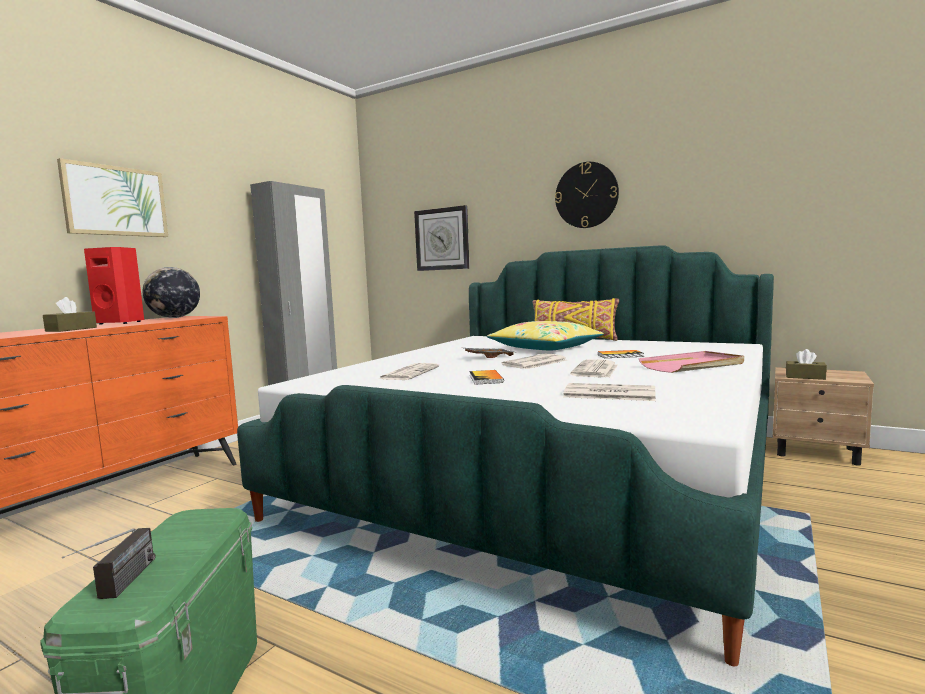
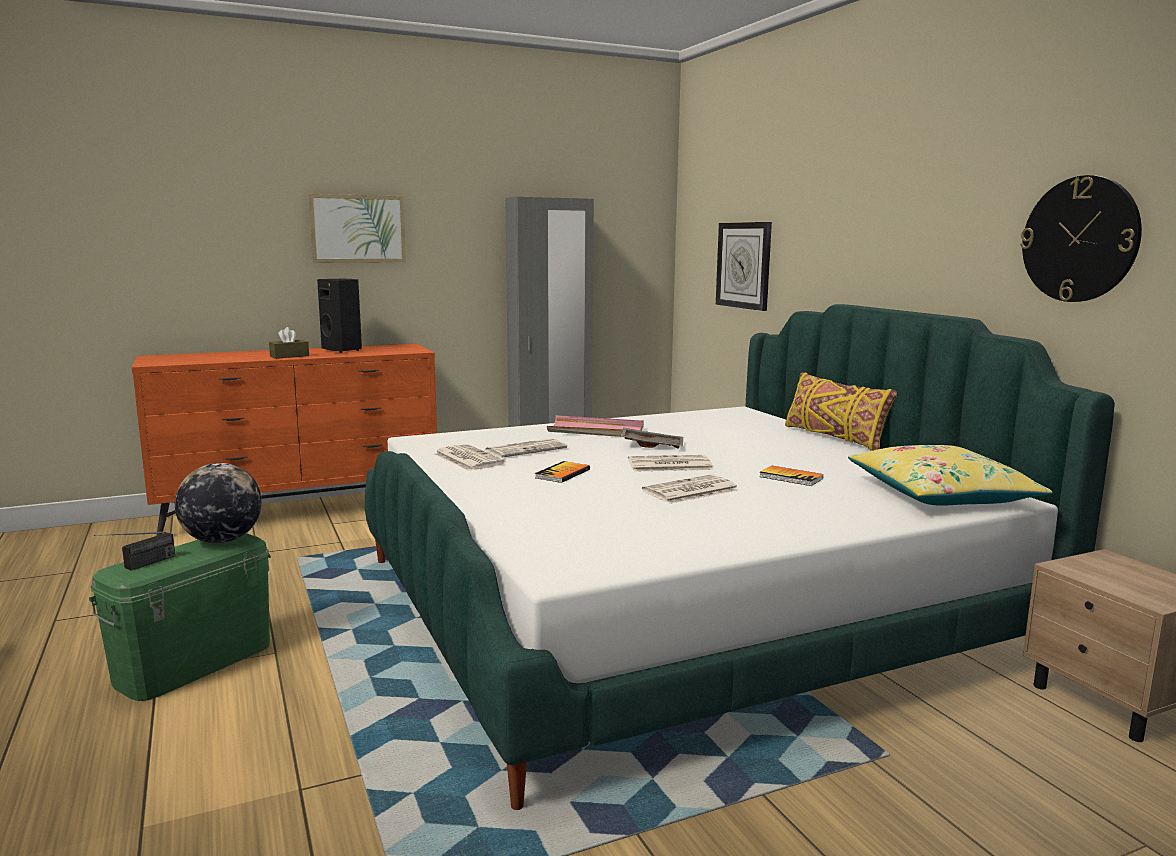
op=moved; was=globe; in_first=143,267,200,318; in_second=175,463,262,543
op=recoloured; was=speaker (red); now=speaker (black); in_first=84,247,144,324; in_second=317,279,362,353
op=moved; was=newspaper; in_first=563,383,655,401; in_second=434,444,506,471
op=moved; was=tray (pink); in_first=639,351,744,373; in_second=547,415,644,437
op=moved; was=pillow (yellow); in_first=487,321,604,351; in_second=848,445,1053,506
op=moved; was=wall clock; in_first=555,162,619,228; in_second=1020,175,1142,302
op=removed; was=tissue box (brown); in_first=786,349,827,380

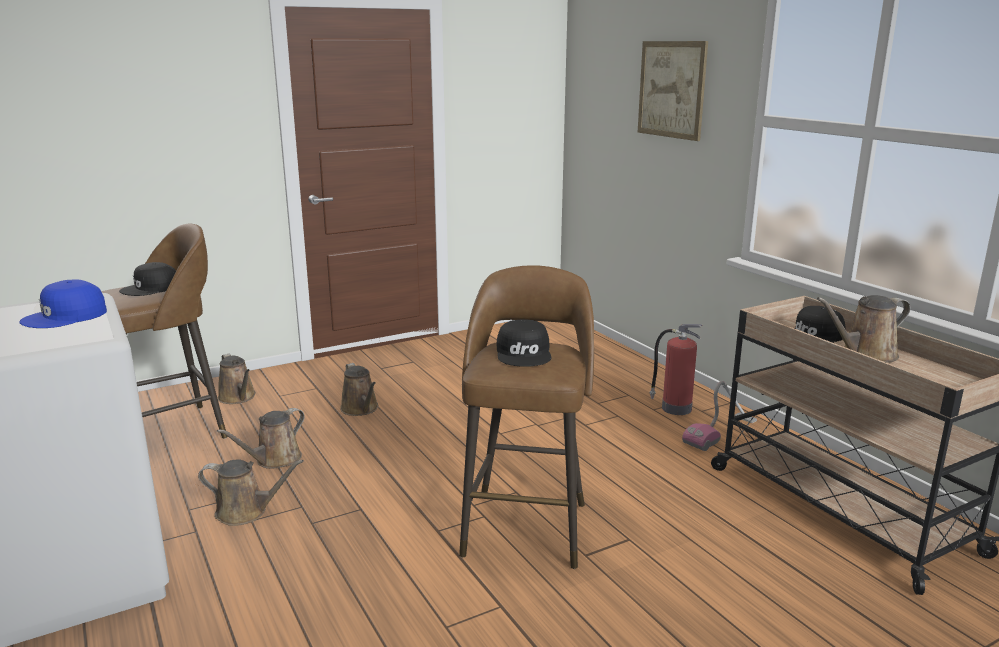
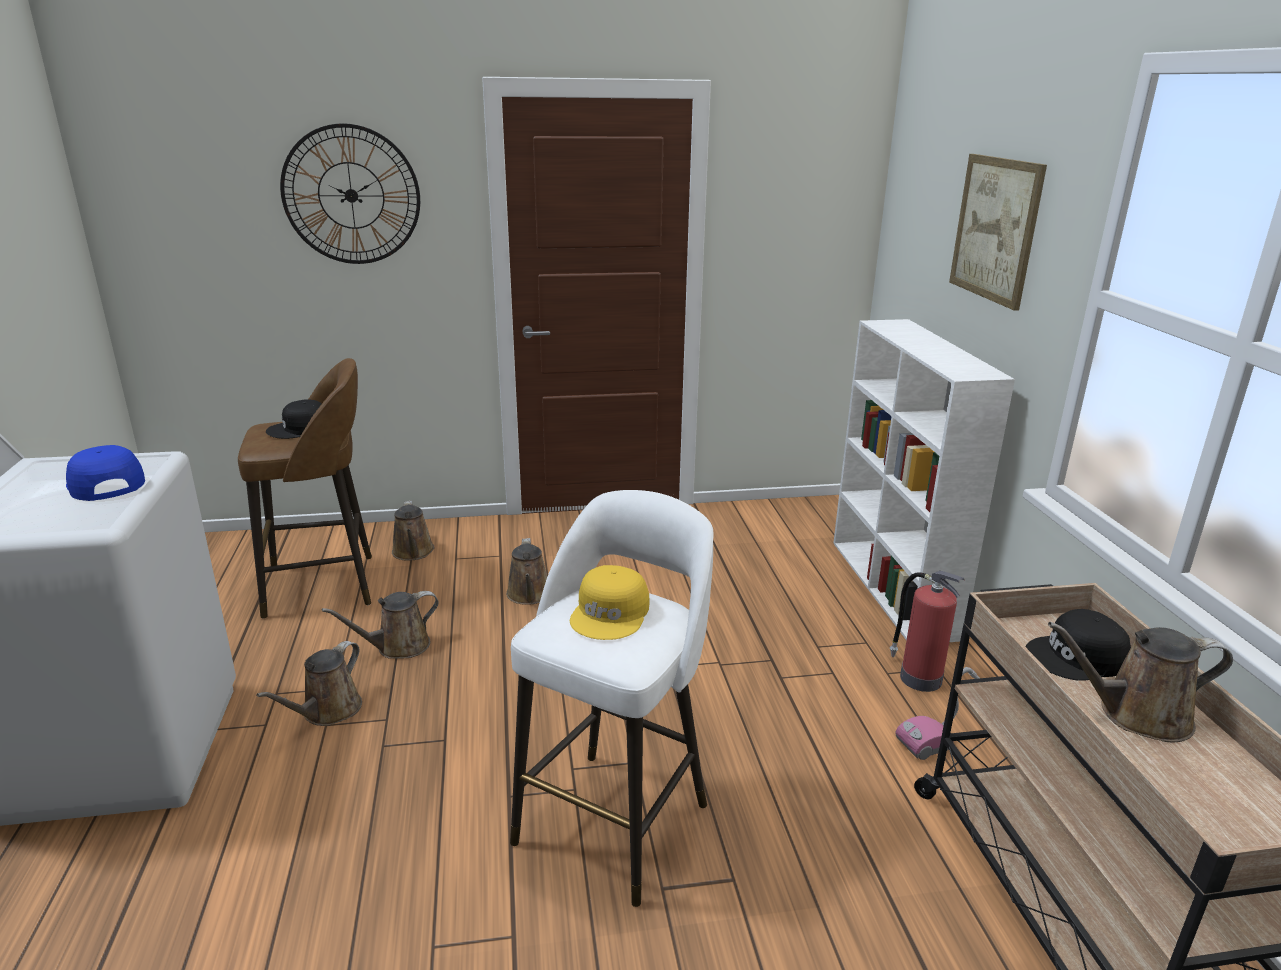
op=turned; was=cap (blue); in_first=20,280,107,328; in_second=66,445,145,501; clockwise=75
op=turned; was=watering can (brown); in_first=198,460,304,526; in_second=256,641,362,726; clockwise=90
op=added; now=wall clock; in_second=280,123,420,264
op=recoloured; was=stool (brown); now=stool (white); in_first=459,265,594,569; in_second=510,490,714,907
op=recoloured; was=cap (black); now=cap (yellow); in_first=497,319,551,367; in_second=570,565,649,640
op=added; now=bookcase (white); in_second=833,319,1015,642

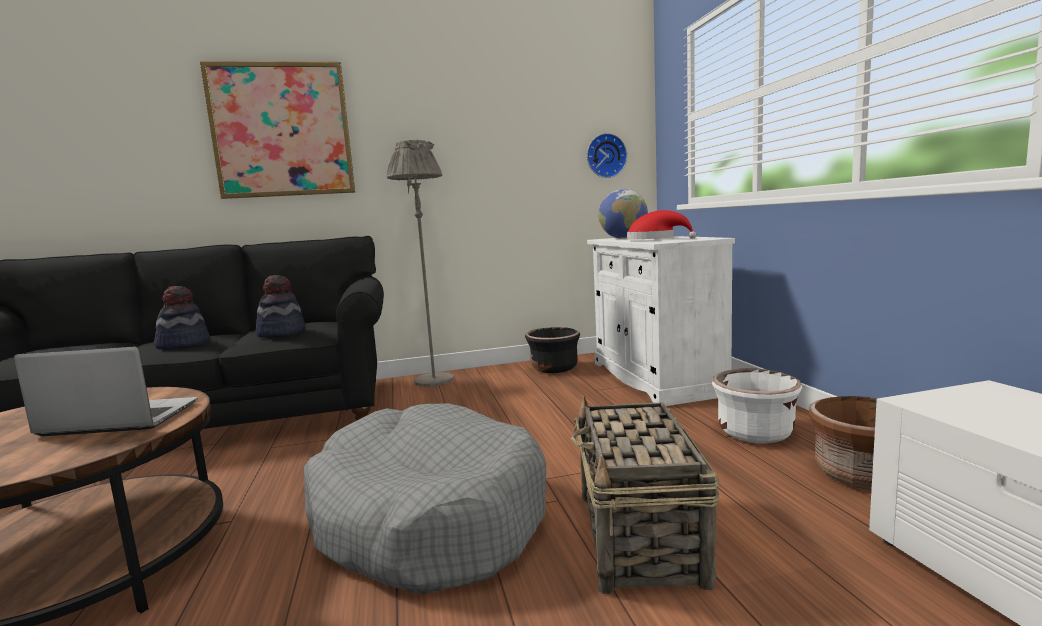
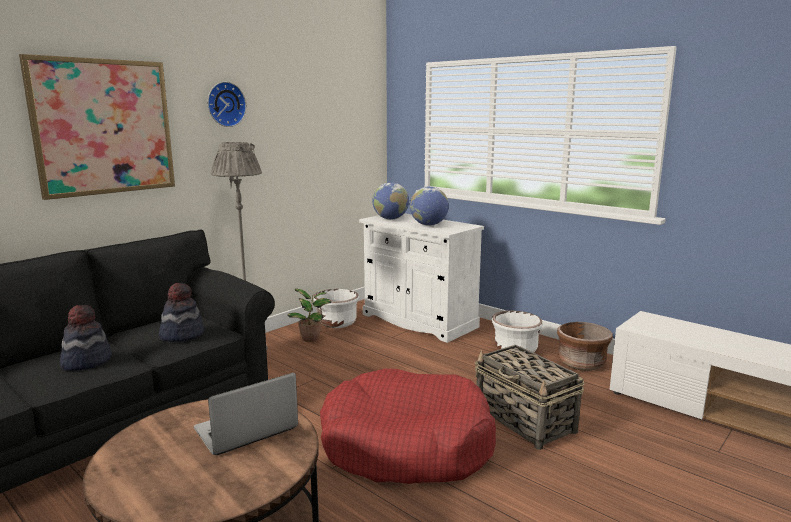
op=moved; was=wall clock; in_first=587,133,627,178; in_second=208,82,246,127
op=added; now=potted plant; in_second=287,289,331,342
op=recoloured; was=planter (black); now=planter (white); in_first=525,327,580,373; in_second=313,289,359,328
op=recoloured; was=dog bed (grey); now=dog bed (red); in_first=304,403,546,594; in_second=320,369,496,484
op=replaced; was=hat (red); now=globe; in_first=627,210,696,239; in_second=410,186,449,226

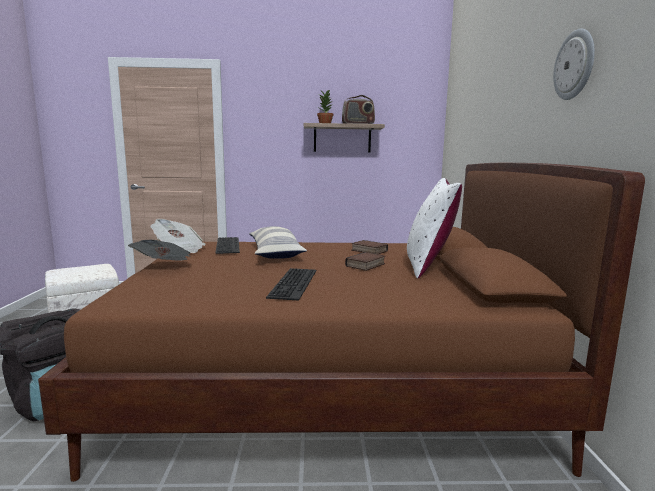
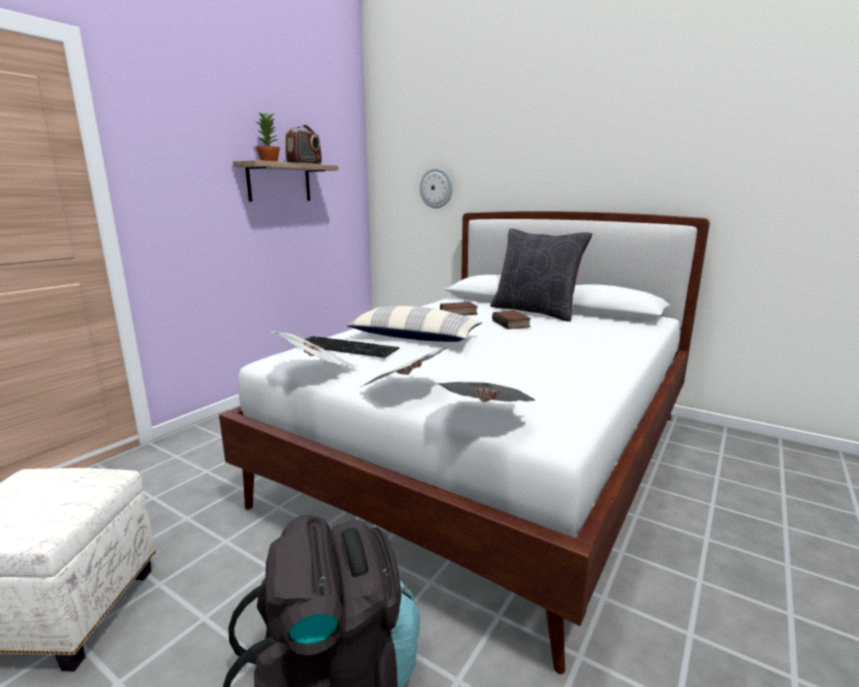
op=recoloured; was=bed (brown); now=bed (white); in_first=38,163,645,482; in_second=219,211,710,674
op=moved; was=wall clock; in_first=553,28,595,100; in_second=419,167,453,208
op=added; now=newspaper; in_second=436,382,535,402
op=recoloured; was=pillow (white); now=pillow (black); in_first=407,178,462,279; in_second=490,229,592,322
op=removed; was=keyboard; in_first=266,268,316,301

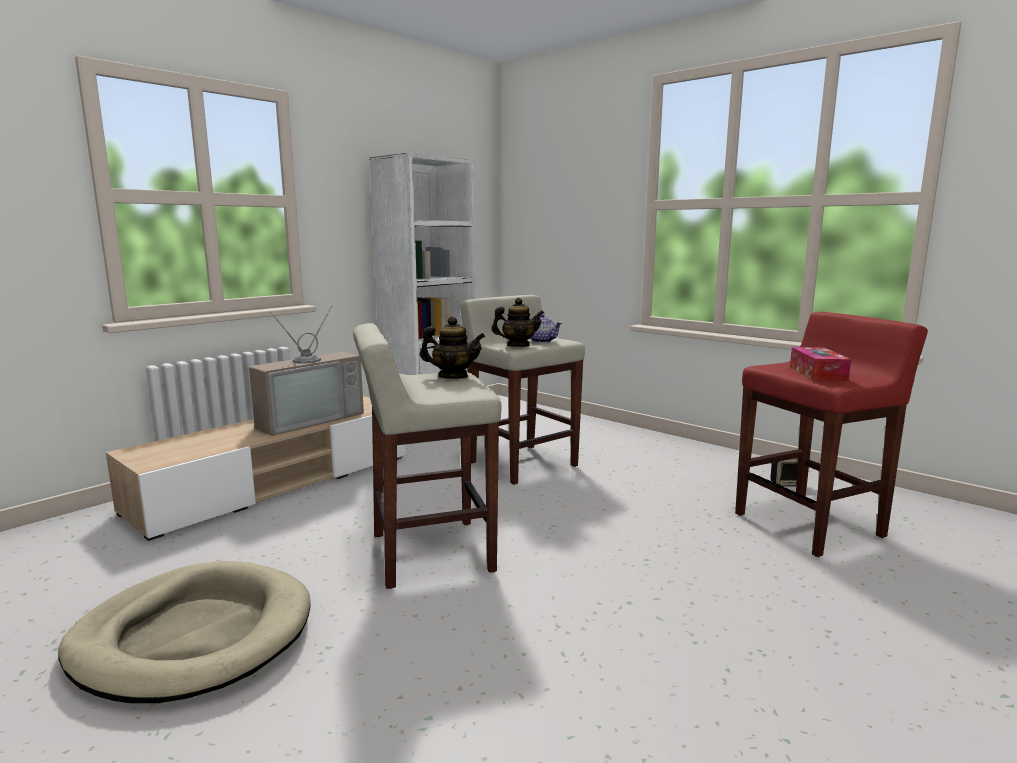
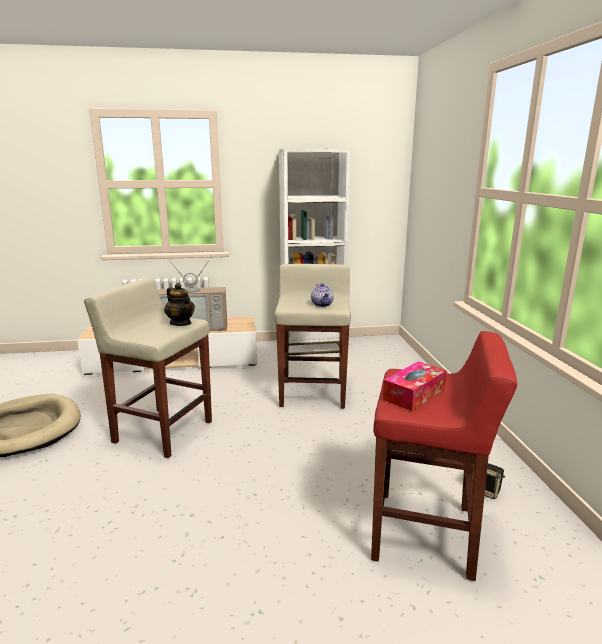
op=removed; was=teapot; in_first=491,298,544,347

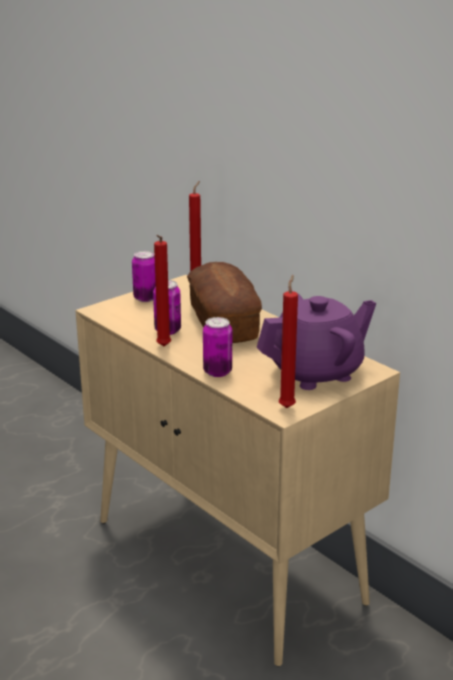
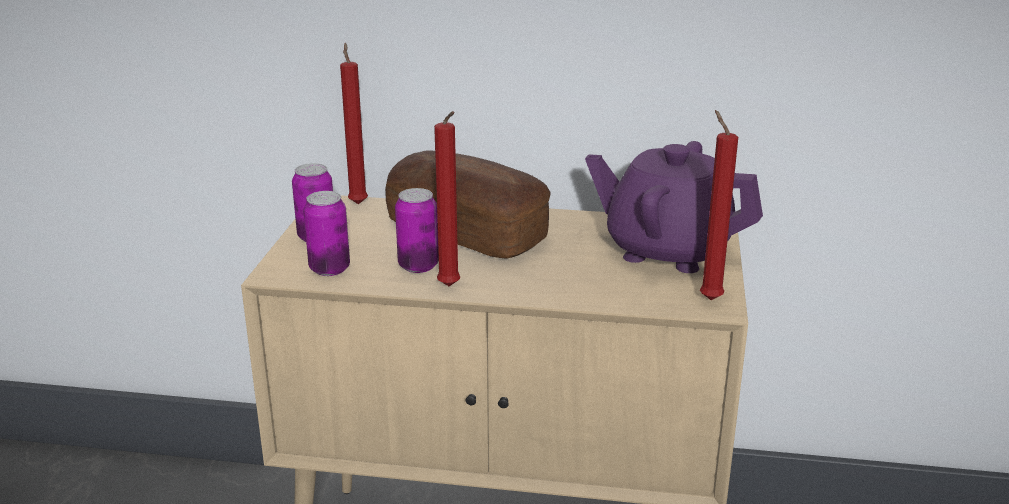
op=moved; was=can; in_first=203,317,232,377; in_second=303,191,350,276
op=turned; was=teapot (purple); in_first=257,291,376,390; in_second=585,141,763,273; clockwise=-90

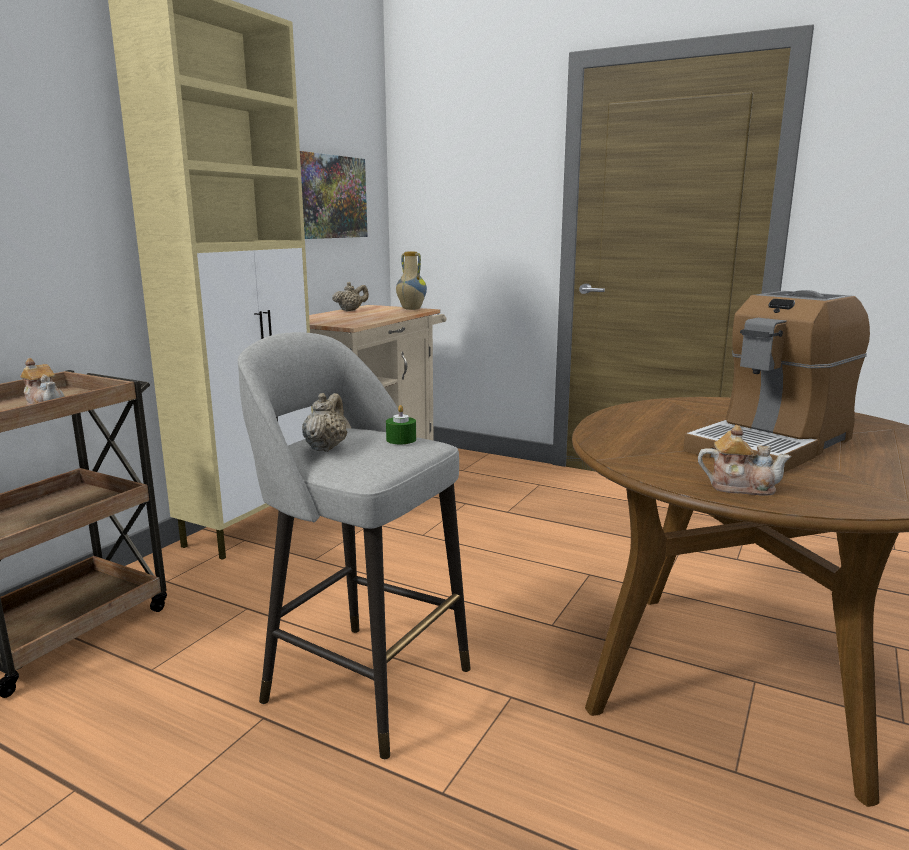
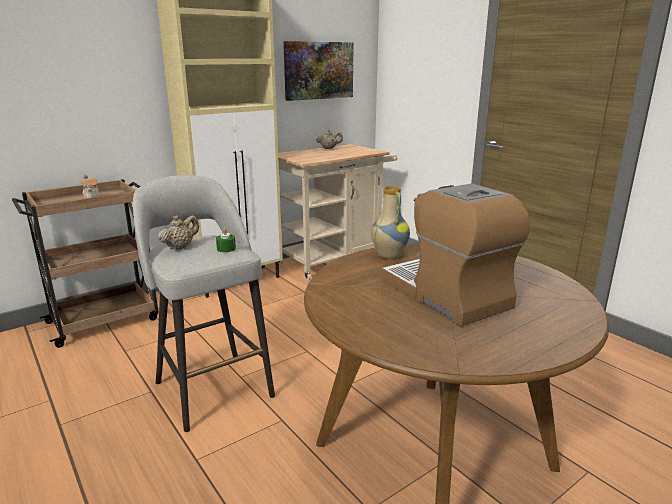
op=moved; was=vase; in_first=396,252,427,310; in_second=371,186,410,259
op=turned; was=coffee machine; in_first=683,290,870,472; in_second=381,183,530,327; clockwise=75
op=removed; was=teapot; in_first=698,425,792,496

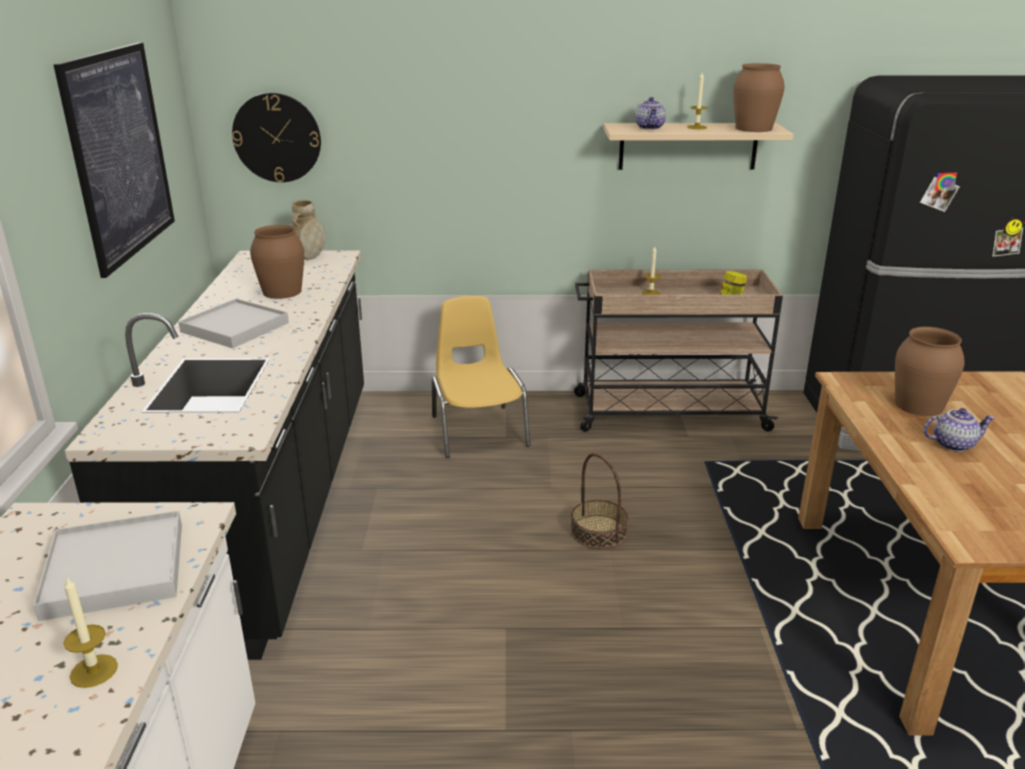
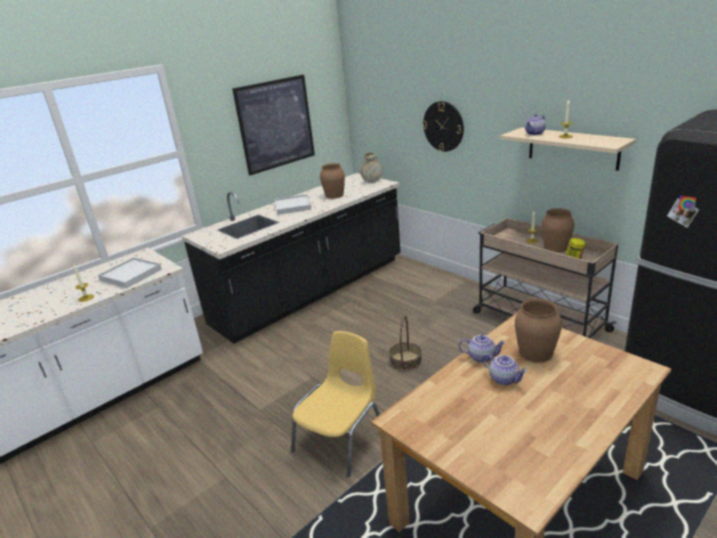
op=moved; was=chair (yellow); in_first=432,296,531,458; in_second=291,331,380,477
op=moved; was=wall clock; in_first=232,93,321,182; in_second=422,101,464,152
op=added; now=teapot; in_second=459,335,506,363
op=moved; was=vase (brown); in_first=733,63,784,132; in_second=541,208,575,253

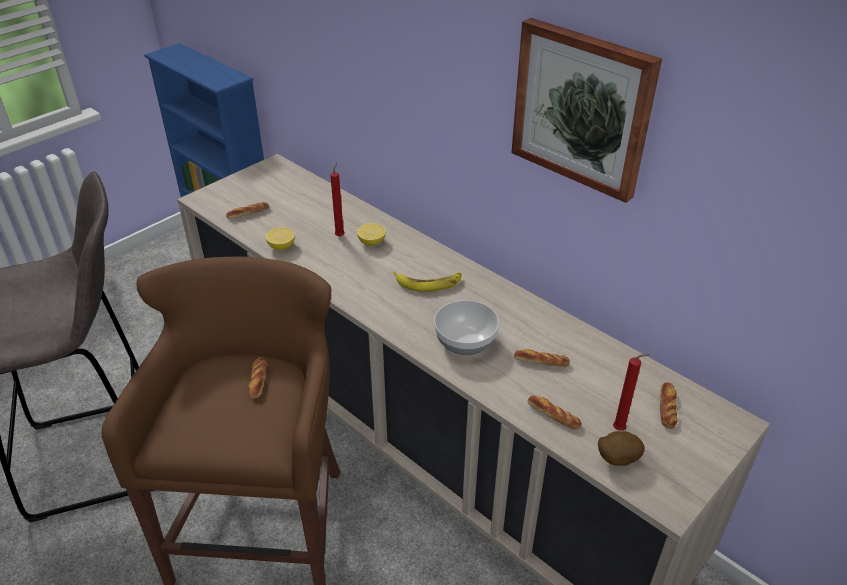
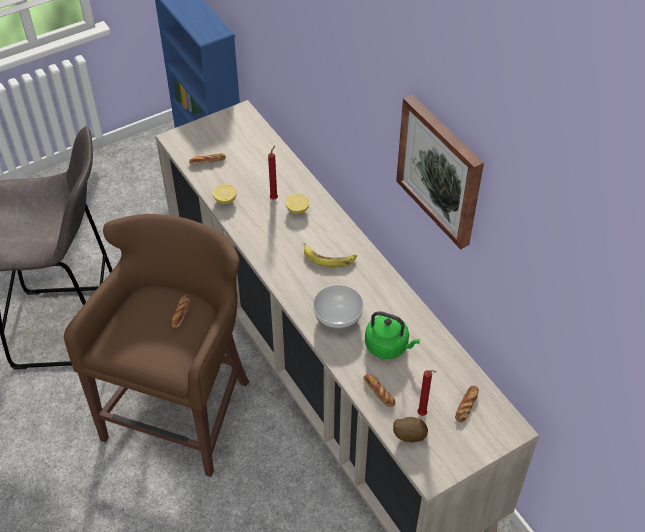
op=replaced; was=bread; now=kettle (green); in_first=514,349,570,367; in_second=365,311,420,359

